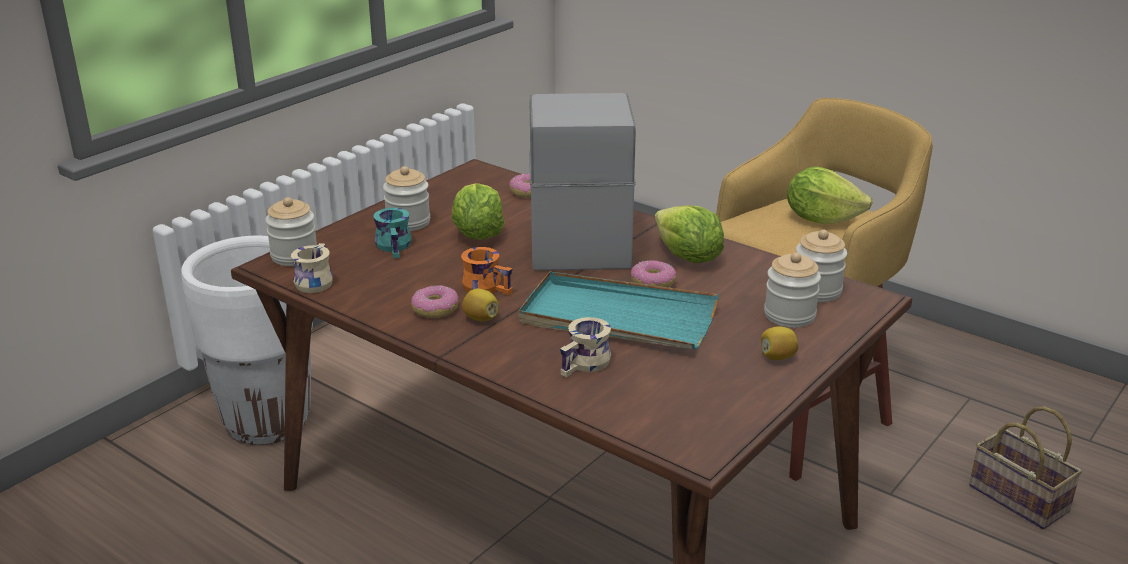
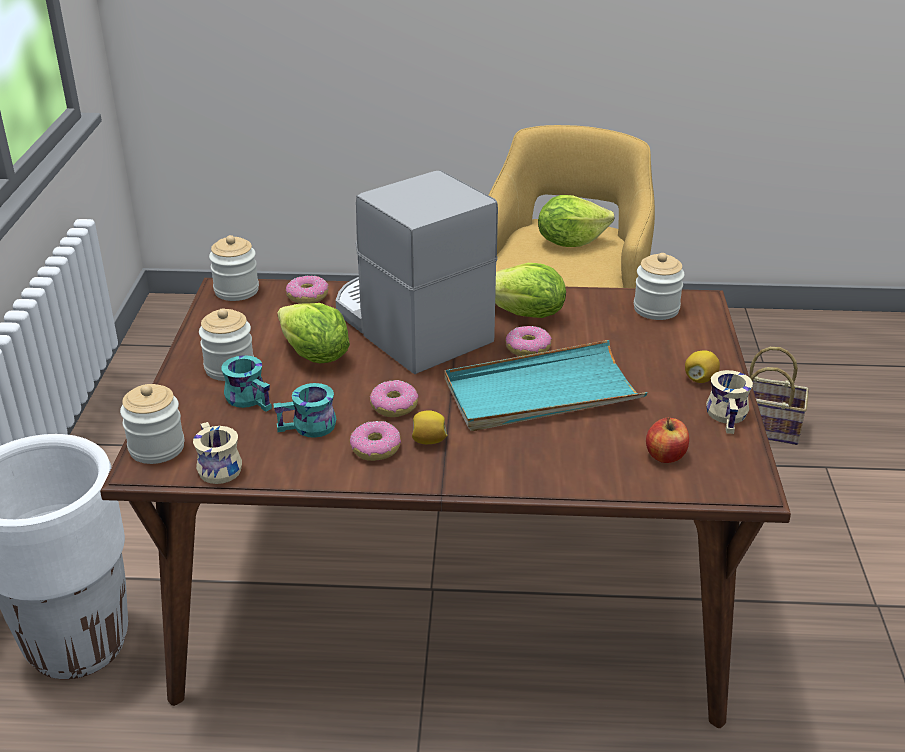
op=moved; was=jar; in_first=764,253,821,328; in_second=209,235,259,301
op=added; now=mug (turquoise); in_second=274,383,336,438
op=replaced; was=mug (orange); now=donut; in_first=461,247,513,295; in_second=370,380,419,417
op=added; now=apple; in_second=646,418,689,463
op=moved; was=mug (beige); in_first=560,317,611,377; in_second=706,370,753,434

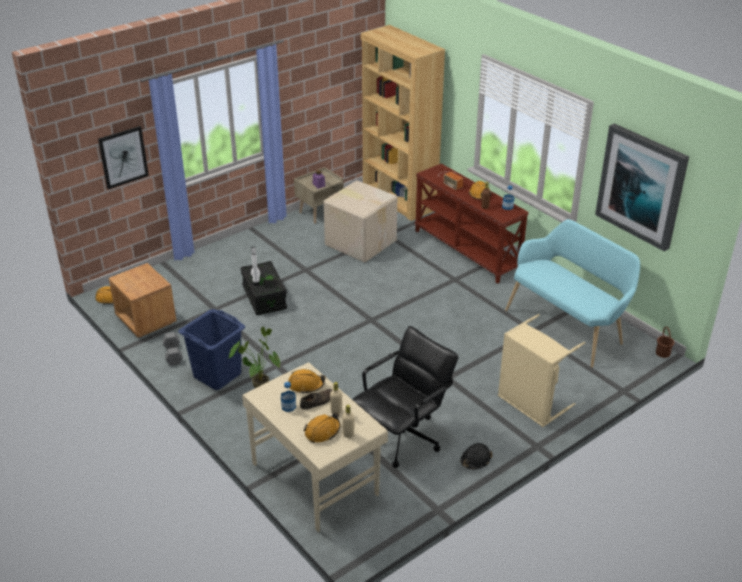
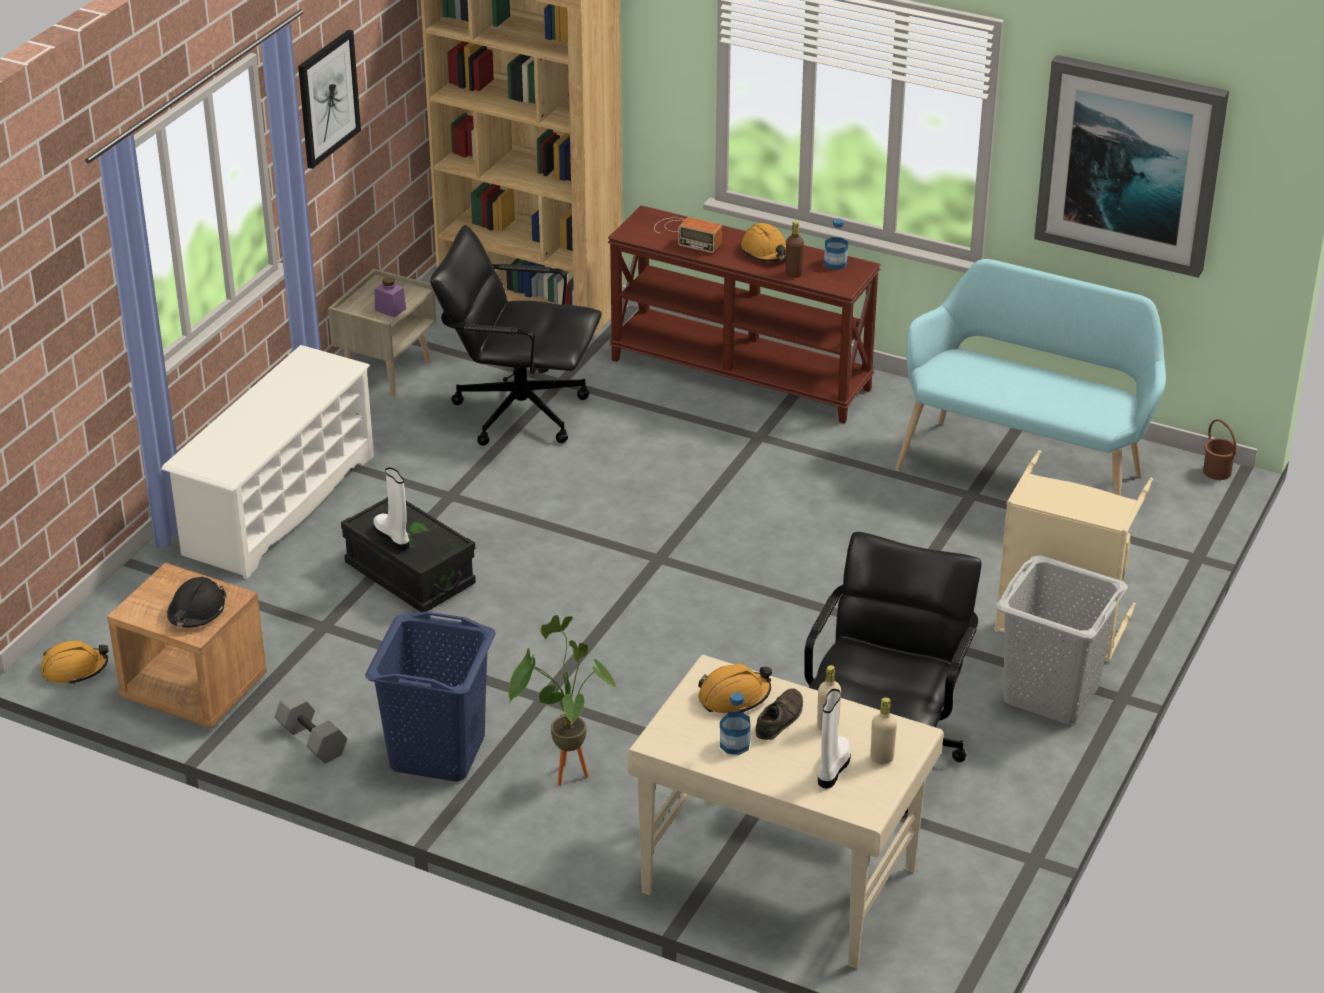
op=added; now=shoe rack (white); in_second=161,345,374,580
op=moved; was=hard hat (black); in_first=460,443,492,470; in_second=167,577,226,628
op=moved; was=picture; in_first=98,126,149,189; in_second=298,30,361,169
op=replaced; was=cardboard box; now=office chair (black); in_first=324,180,397,263; in_second=430,225,602,446
op=replaced; was=hard hat (orange); now=boot (white); in_first=304,412,340,443; in_second=818,689,851,789
op=added; now=laundry basket (grey); in_second=997,555,1128,725

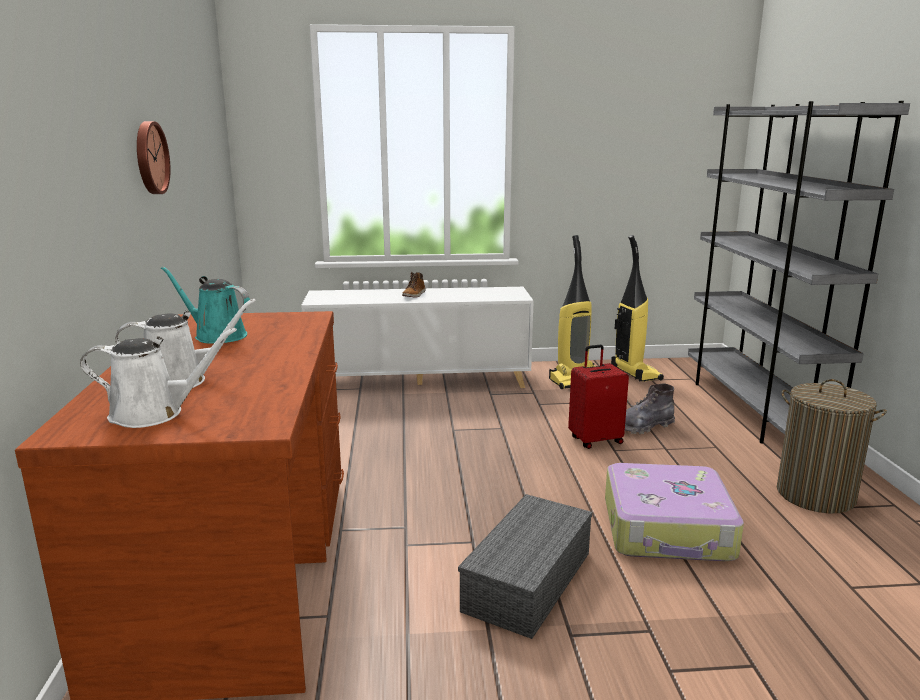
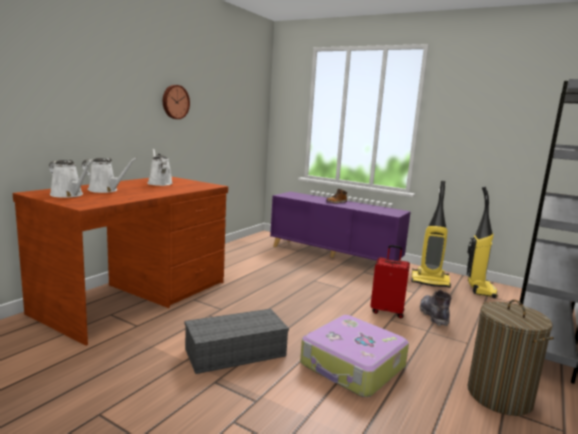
op=recoloured; was=watering can (turquoise); now=watering can (white); in_first=161,266,250,344; in_second=147,149,173,186
op=recoloured; was=cabinet (white); now=cabinet (purple); in_first=301,287,534,388; in_second=270,192,411,261
op=turned; was=boot (grey); in_first=625,383,675,434; in_second=420,290,452,326; clockwise=75

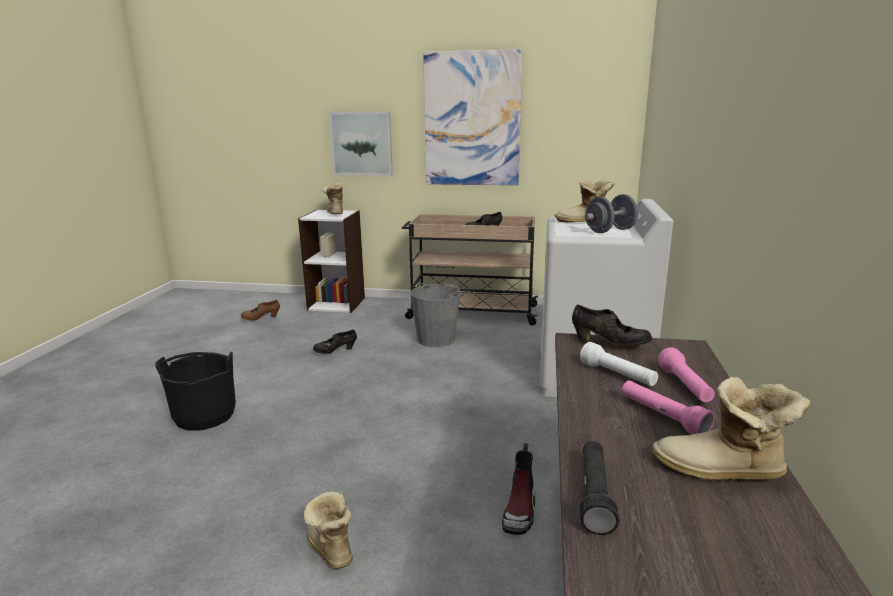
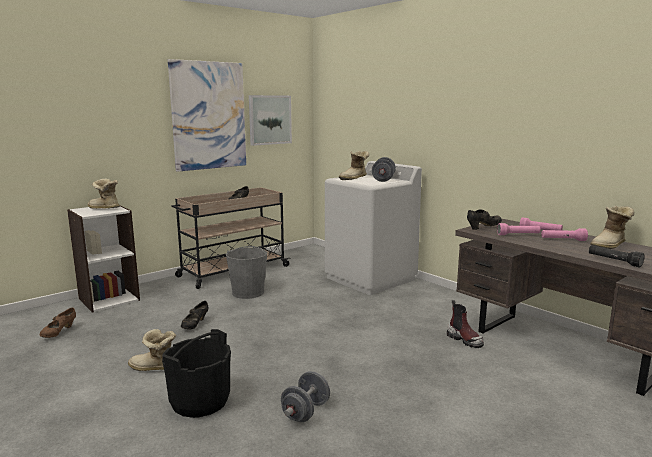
op=moved; was=boot; in_first=304,492,353,569; in_second=128,329,176,371
op=moved; was=picture; in_first=329,111,393,176; in_second=249,95,292,146
op=added; now=dumbbell (grey); in_second=281,371,330,422
op=recoloured; was=flashlight (white); now=flashlight (pink); in_first=580,342,658,386; in_second=497,223,541,235

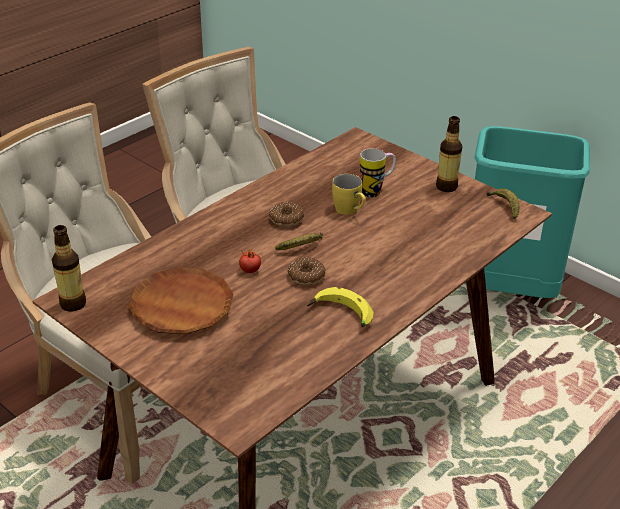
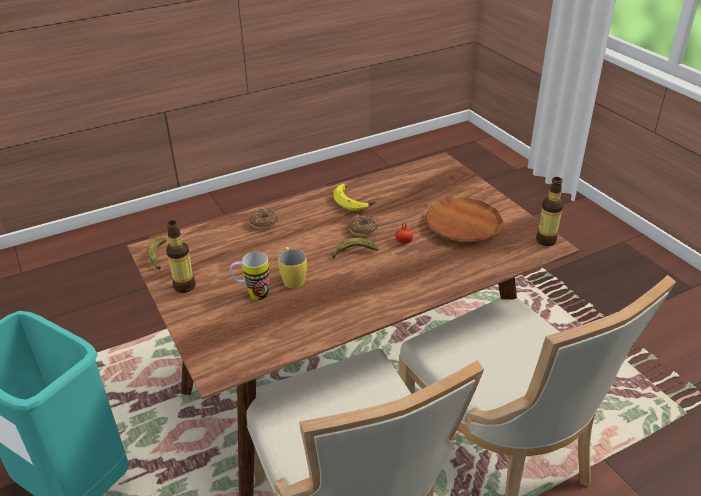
op=moved; was=donut; in_first=269,202,304,227; in_second=249,209,278,229

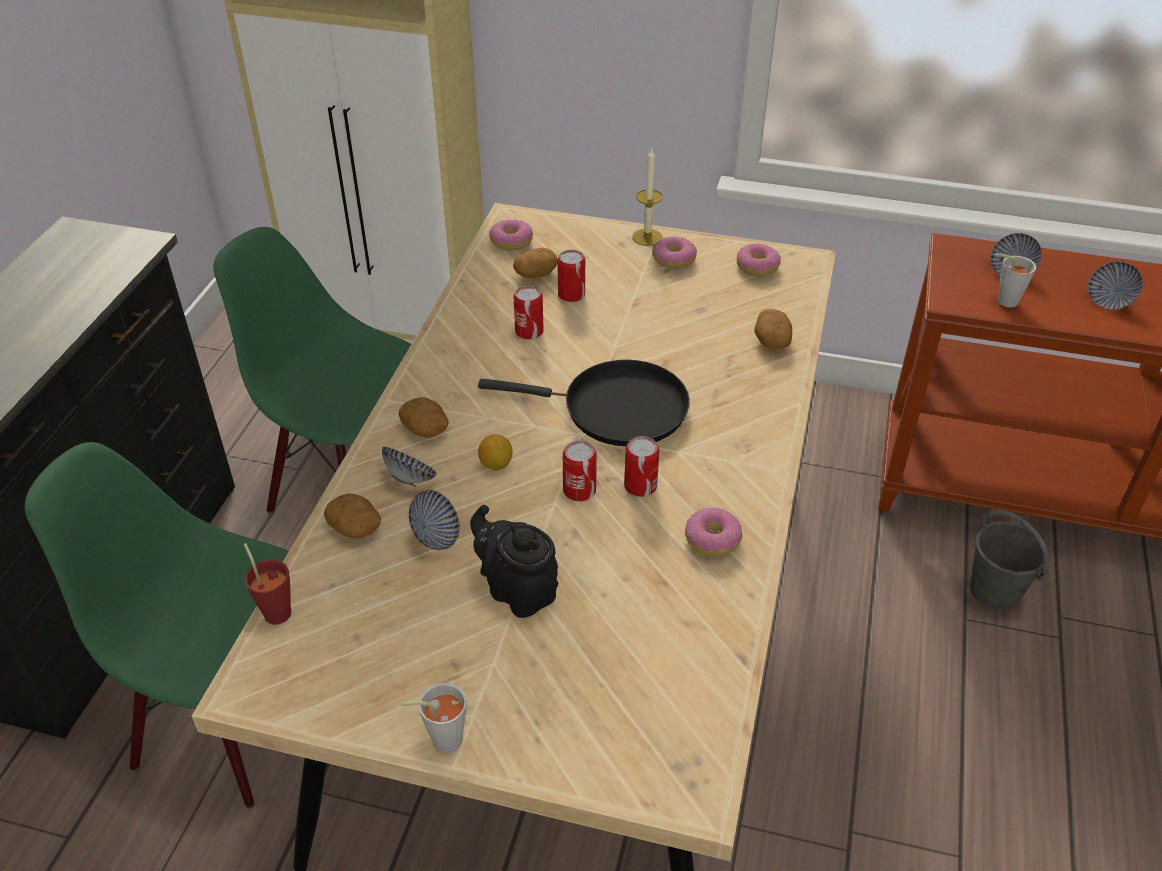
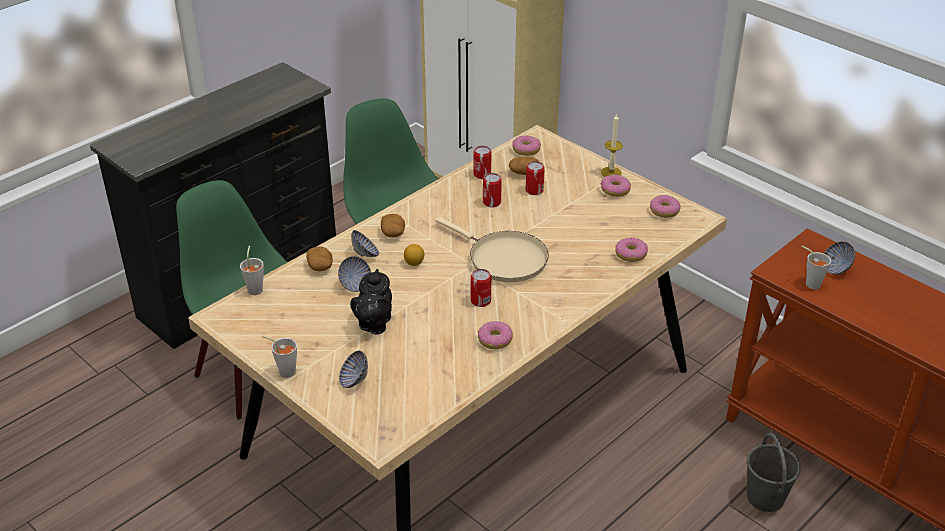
op=recoloured; was=cup (red); now=cup (grey); in_first=244,543,291,625; in_second=240,246,264,295
op=moved; was=bowl; in_first=1088,261,1143,310; in_second=339,351,368,388
op=turned; was=teapot (black); in_first=470,505,558,618; in_second=350,269,392,335; clockwise=-150
op=recoloured; was=frying pan (black); now=frying pan (beige); in_first=478,360,690,446; in_second=435,217,549,282
op=moved; was=can; in_first=563,440,597,501; in_second=474,146,491,179
op=replaced; was=potato; now=donut; in_first=755,309,792,349; in_second=615,237,648,262

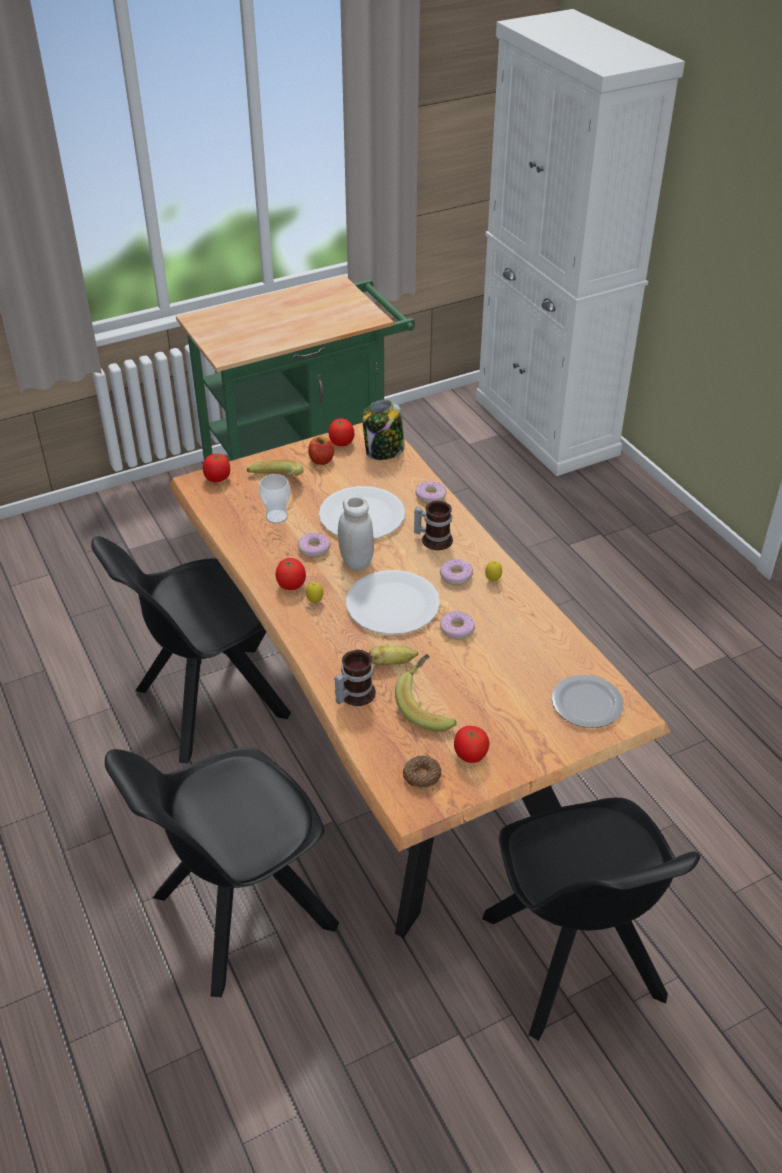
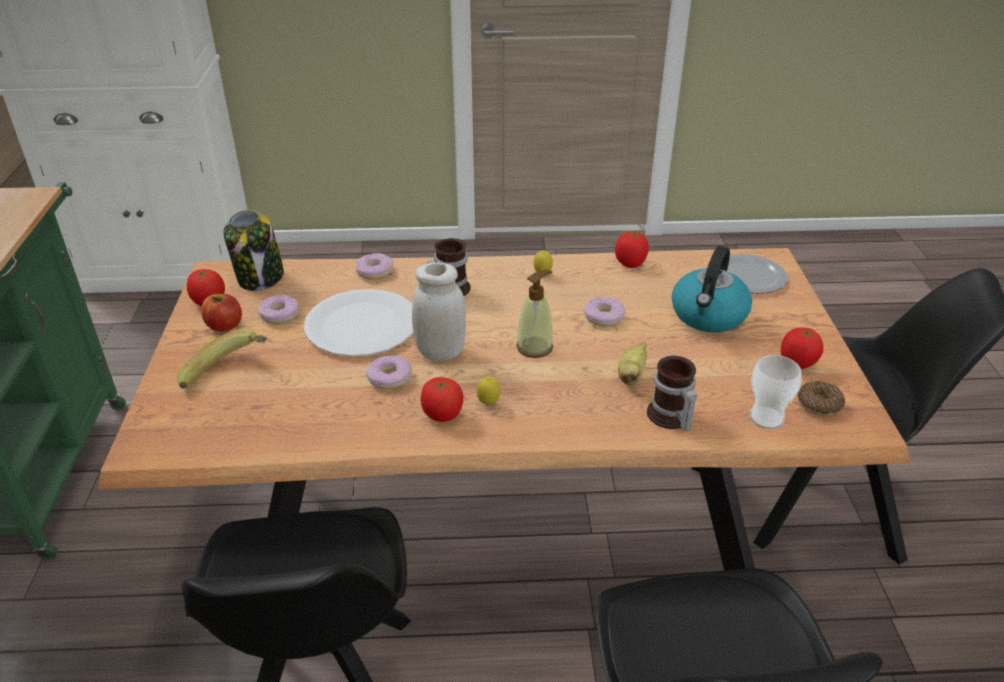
op=moved; was=donut; in_first=440,559,473,585; in_second=258,294,299,324
op=replaced; was=plate (white); now=soap dispenser; in_first=346,570,440,635; in_second=516,270,553,358
op=moved; was=tomato; in_first=203,453,230,482; in_second=615,231,649,268
op=added; now=kettle; in_second=672,246,752,332
op=moved; was=cup; in_first=259,474,290,524; in_second=750,355,802,429
op=removed; was=banana; in_first=395,654,457,732

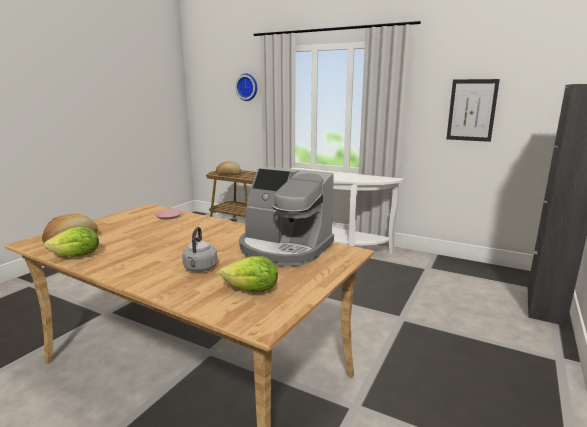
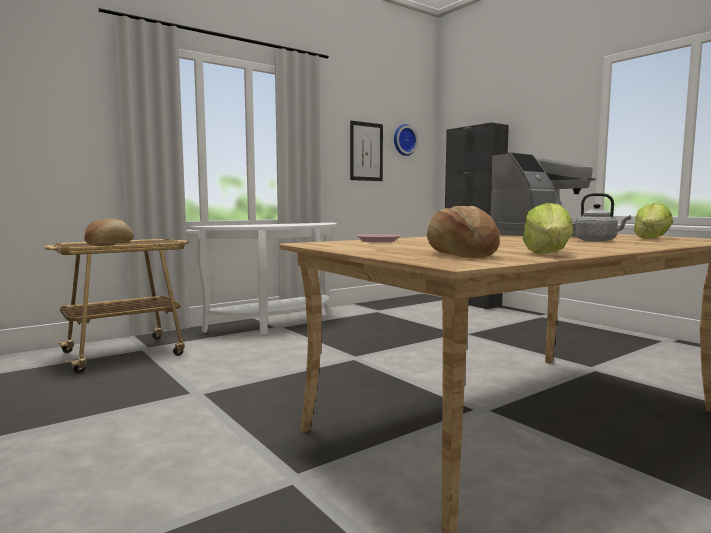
op=moved; was=wall clock; in_first=235,74,257,101; in_second=394,124,418,156

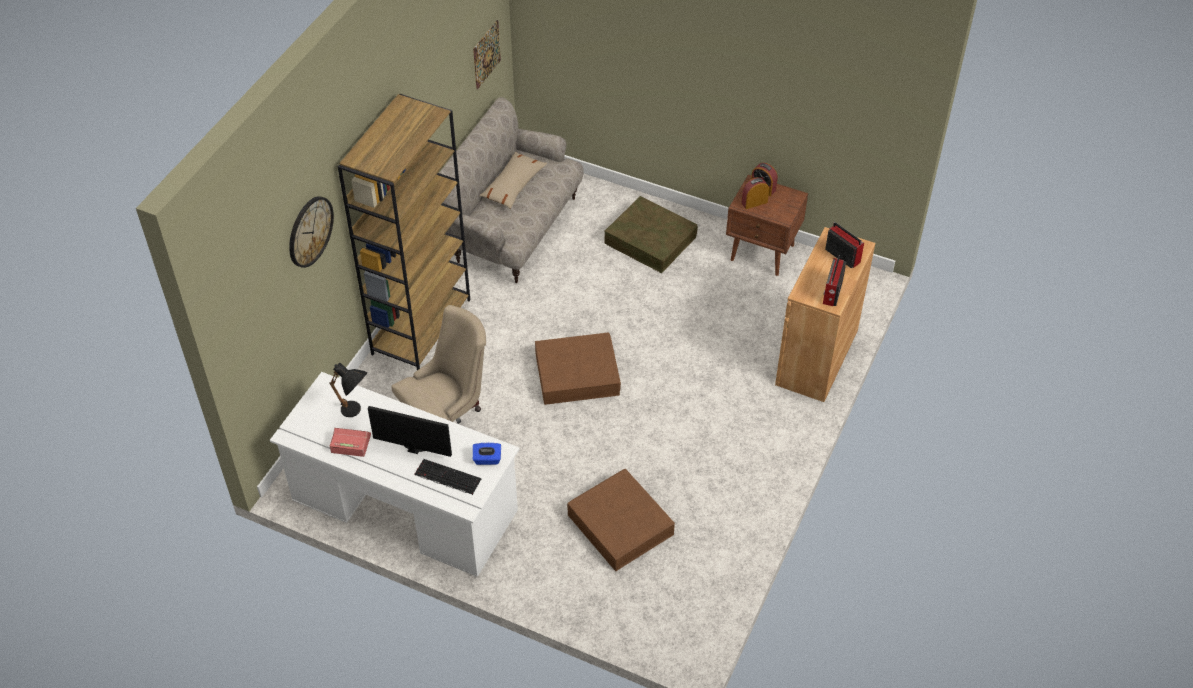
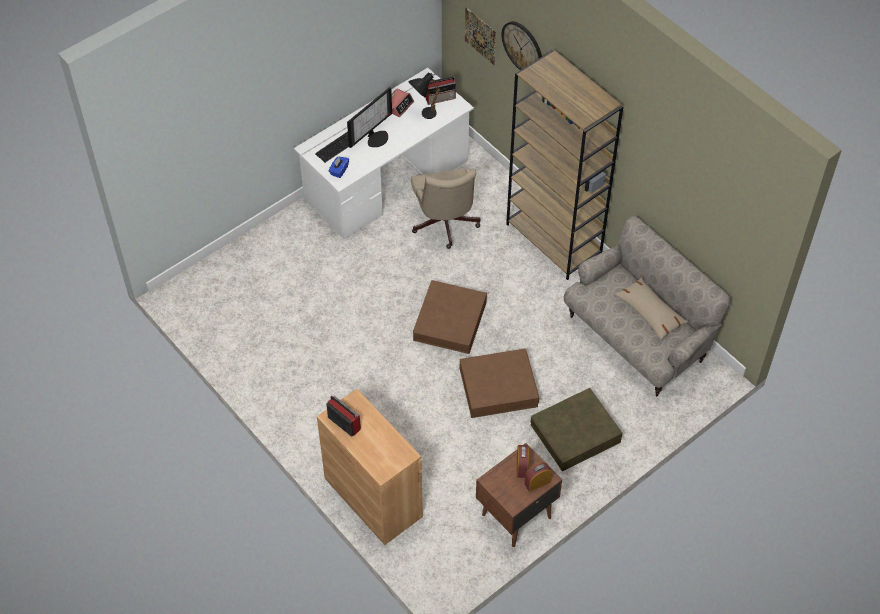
op=moved; was=radio; in_first=825,222,864,268; in_second=426,76,456,105
op=moved; was=storage box (brown); in_first=567,469,675,571; in_second=459,349,539,418
op=moved; was=picture; in_first=473,20,501,90; in_second=465,7,496,65

